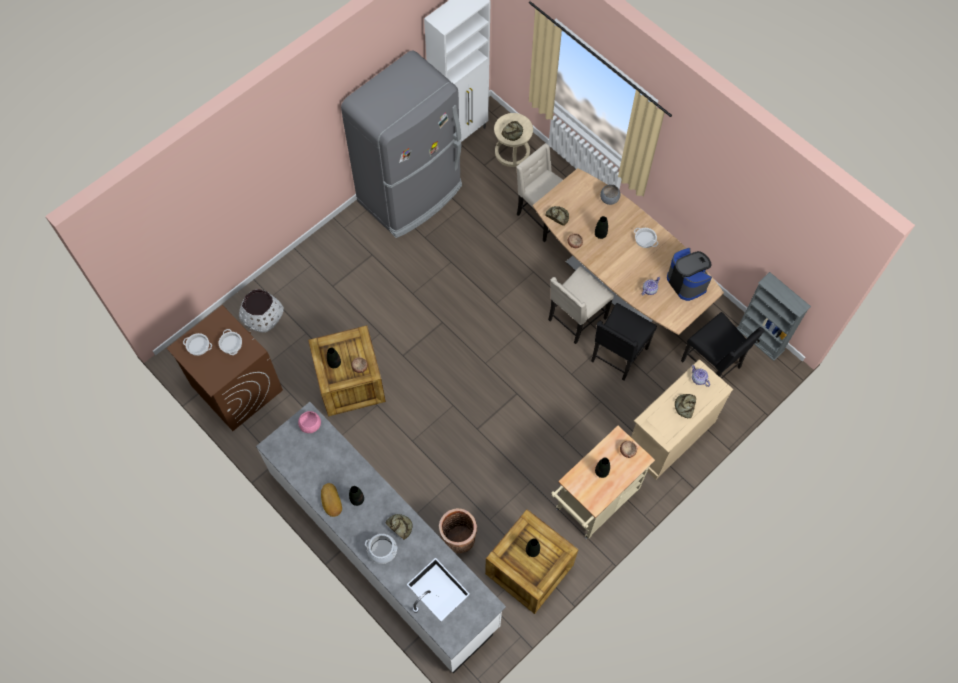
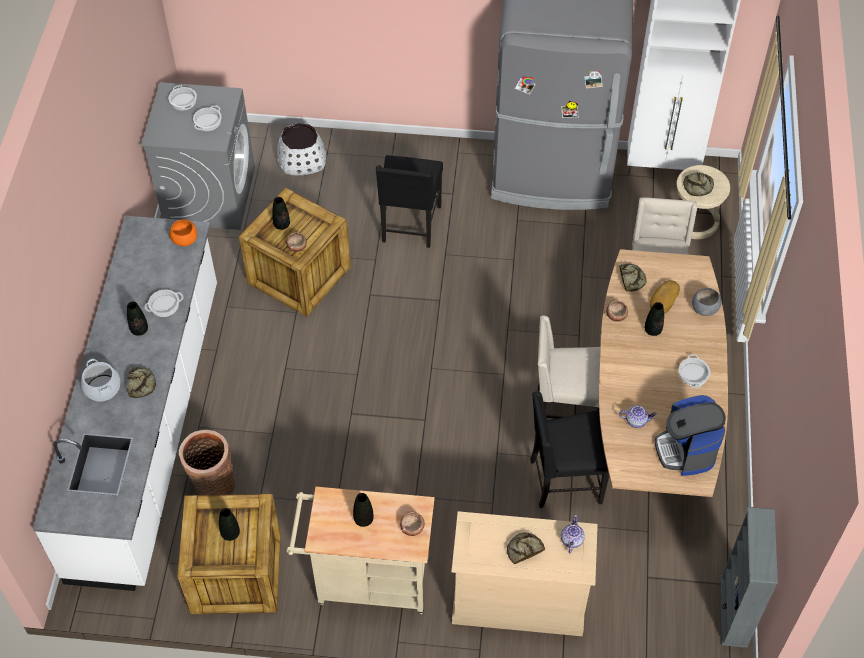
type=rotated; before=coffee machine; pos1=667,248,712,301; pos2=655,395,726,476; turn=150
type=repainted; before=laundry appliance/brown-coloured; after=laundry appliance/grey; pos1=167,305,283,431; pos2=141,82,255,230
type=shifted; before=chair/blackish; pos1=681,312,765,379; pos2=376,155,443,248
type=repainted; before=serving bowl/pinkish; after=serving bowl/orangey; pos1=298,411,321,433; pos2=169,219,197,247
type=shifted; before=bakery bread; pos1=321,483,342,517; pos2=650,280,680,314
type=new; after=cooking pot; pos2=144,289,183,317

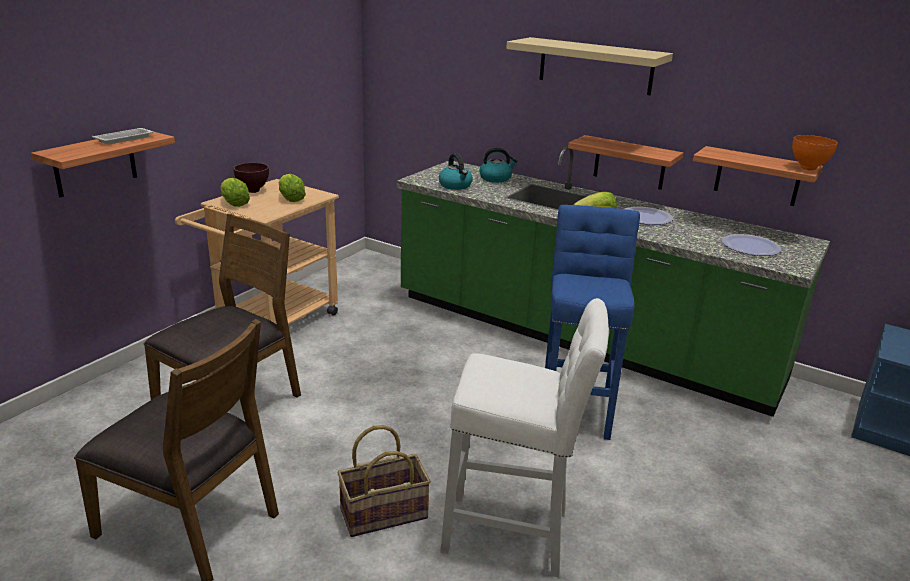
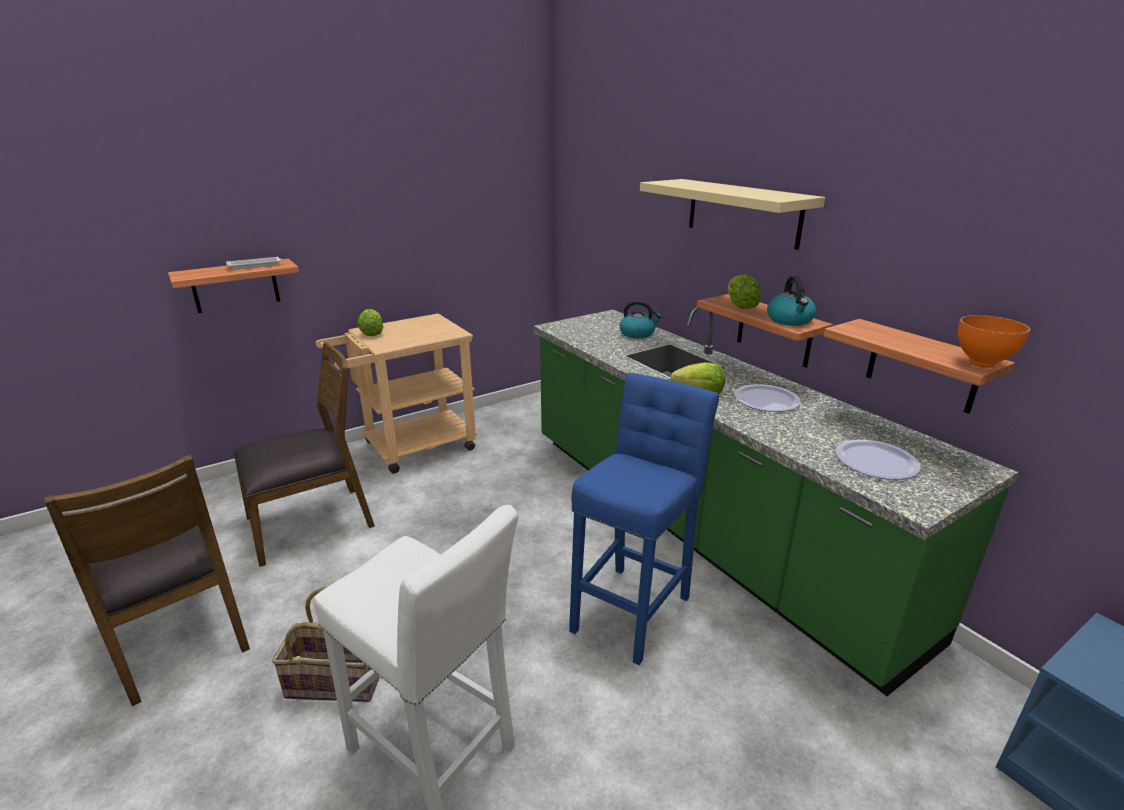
type=shifted; before=tea kettle; pos1=439,153,473,190; pos2=767,276,816,326
type=gone; before=serving bowl/brown-coloured; pos1=234,163,269,193
type=shifted; before=head of lettuce; pos1=279,174,306,202; pos2=728,274,761,309

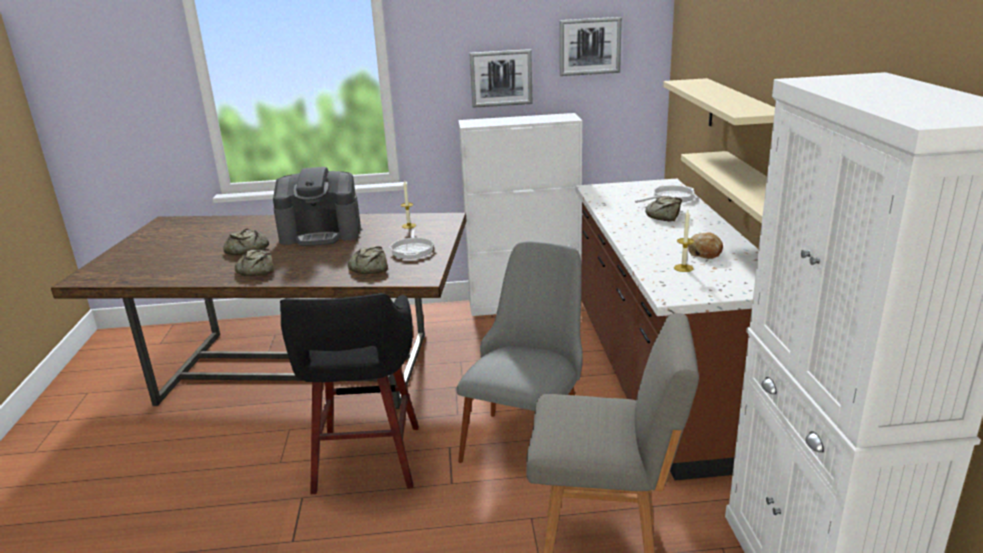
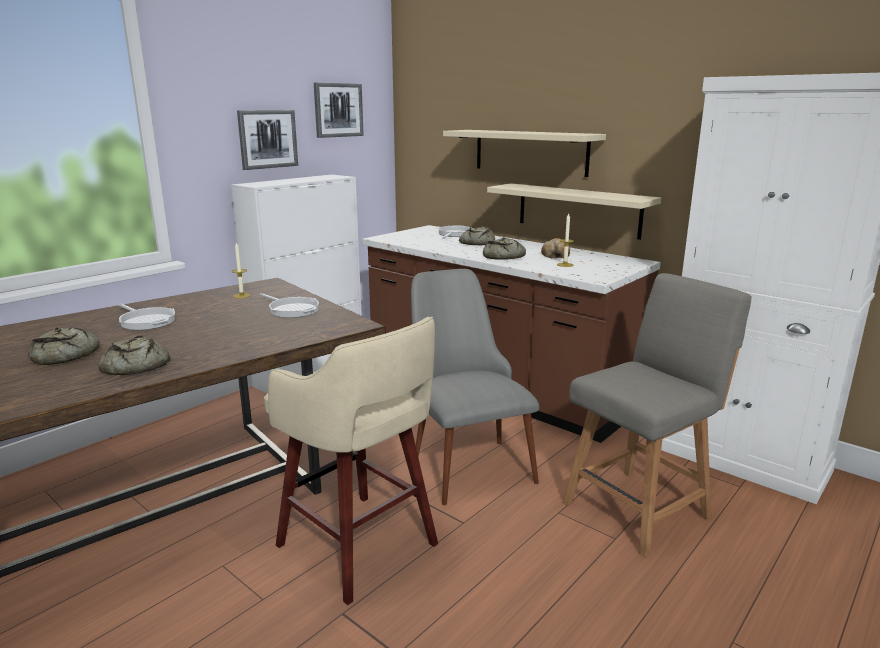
type=swapped; before=coffee machine; after=pan; pos1=273,167,361,246; pos2=118,303,175,330
type=shifted; before=bakery bread; pos1=348,246,387,274; pos2=483,237,526,260
type=repainted; before=stool/blackish; after=stool/sand-coloured; pos1=280,293,419,494; pos2=264,317,438,605

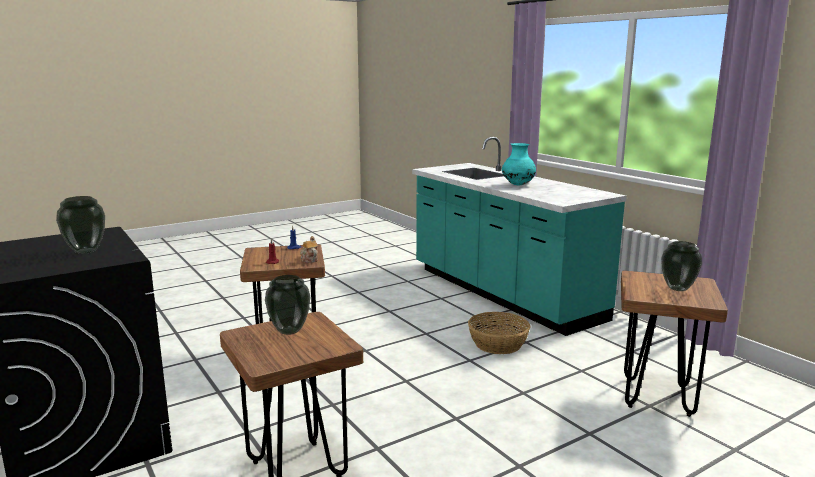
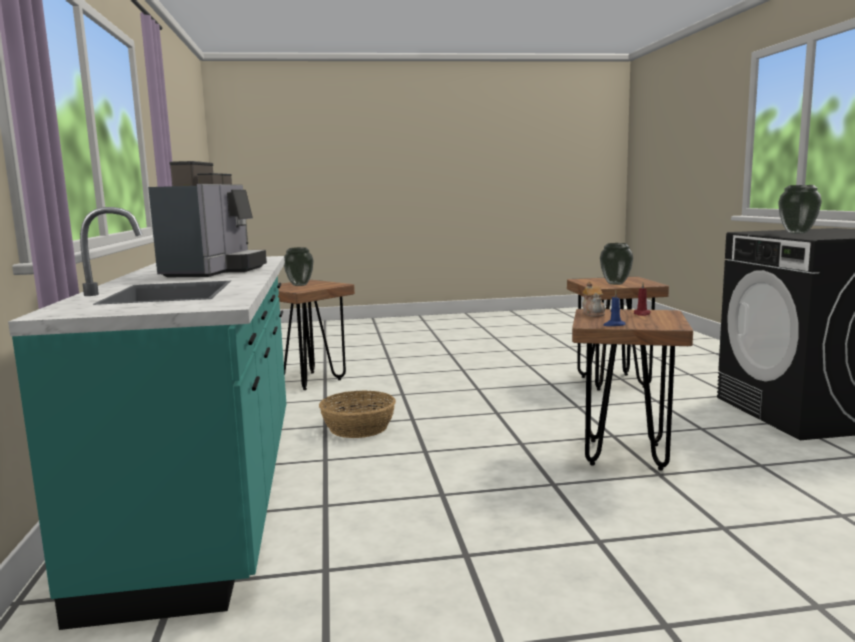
type=swapped; before=flower vase/turquoise; after=coffee machine; pos1=502,143,536,185; pos2=148,161,267,277

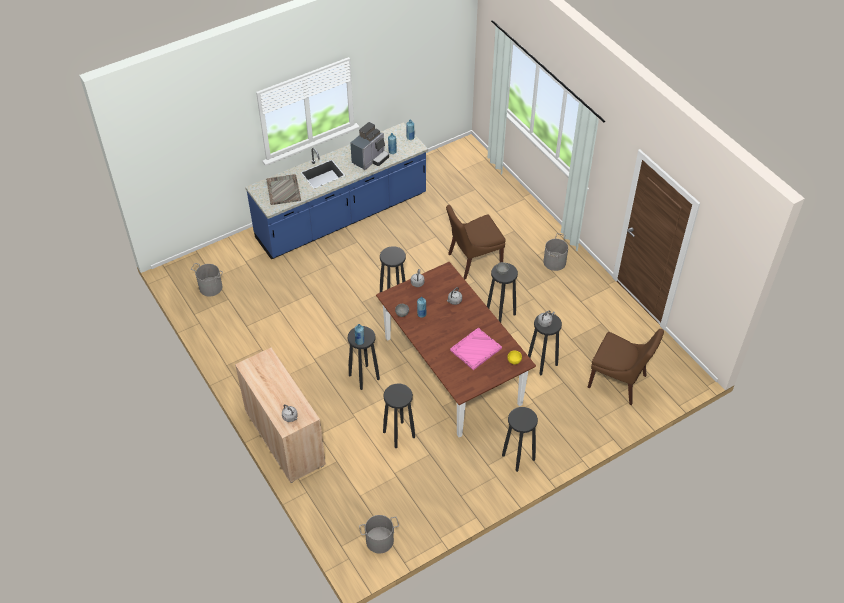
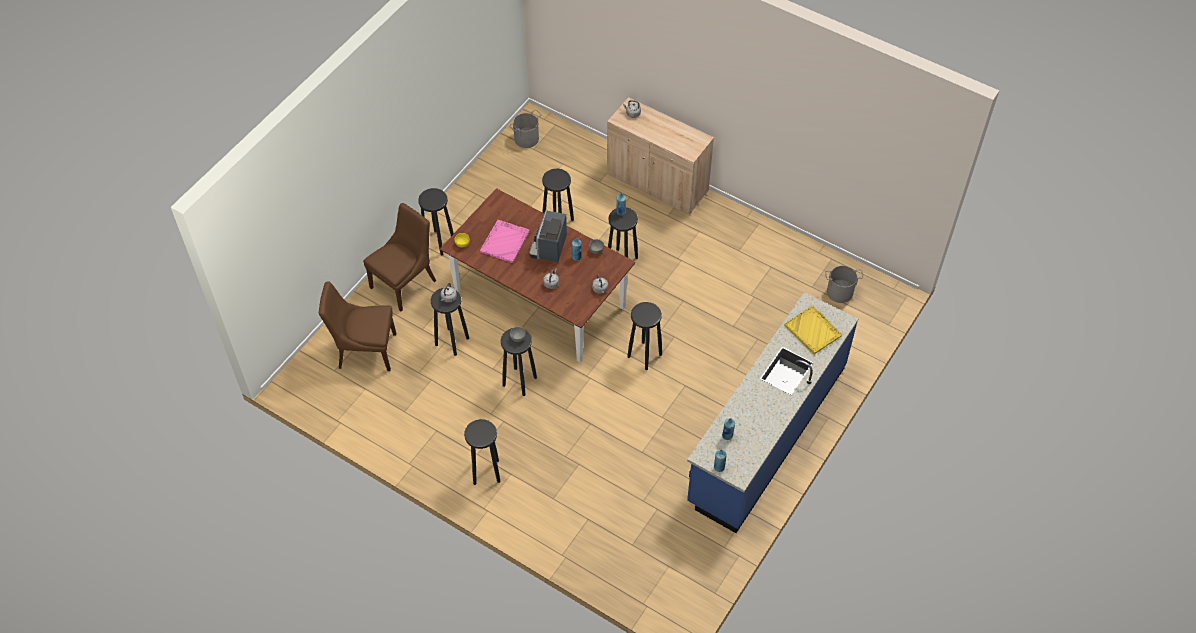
type=shifted; before=coffee machine; pos1=350,122,389,170; pos2=529,210,567,262
type=repainted; before=tray/grey; after=tray/yellow; pos1=266,174,301,205; pos2=784,305,842,354
type=shifted; before=chair/brown-coloured; pos1=446,205,506,280; pos2=363,203,436,311
type=swapped; before=bucket/grey; after=stool/blackish; pos1=543,233,568,271; pos2=464,419,500,485

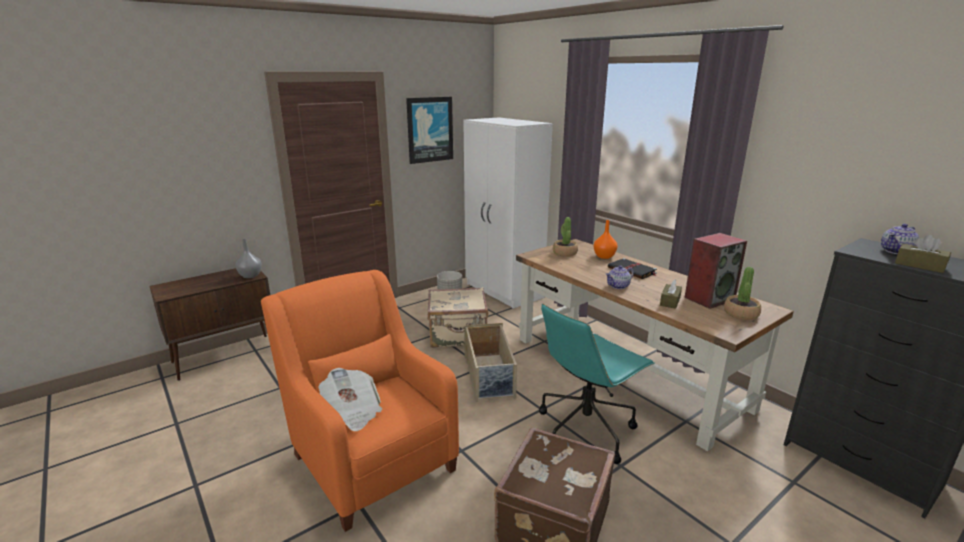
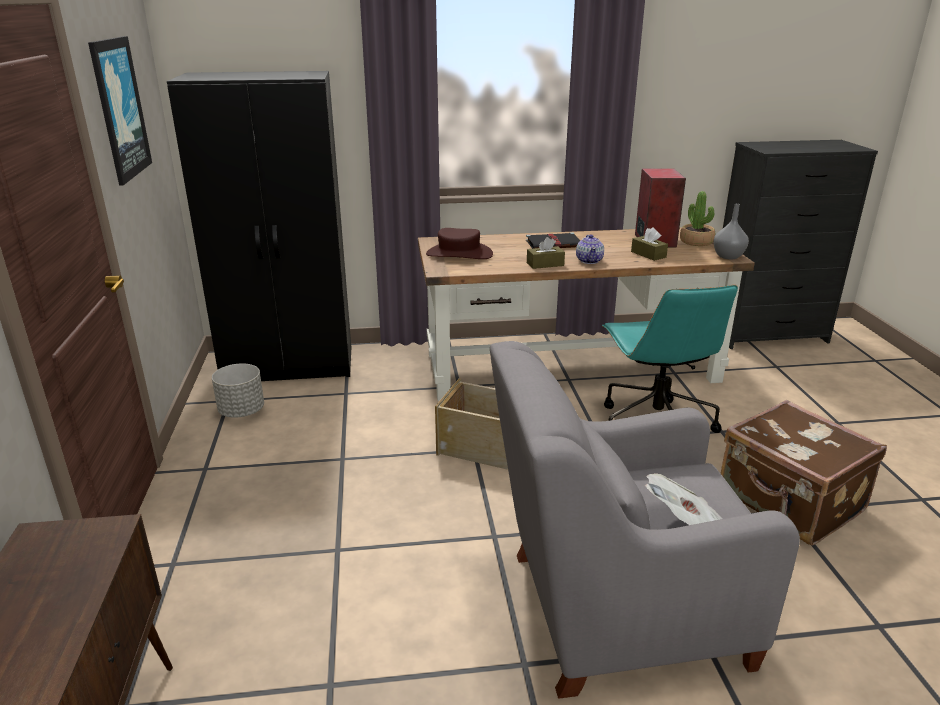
type=repainted; before=clothes cupboard/white-coloured; after=clothes cupboard/blackish; pos1=463,117,553,309; pos2=167,71,351,381
type=swapped; before=houseplant; after=clothing hat/brown-coloured; pos1=553,217,578,256; pos2=426,228,493,259
type=gone; before=flower vase/orangey; pos1=593,220,617,259
type=gone; before=tea pot; pos1=881,224,919,254
type=shifted; before=tissue holder/brown-coloured; pos1=895,235,951,273; pos2=527,237,565,269
type=shifted; before=flower vase/grey; pos1=235,239,262,278; pos2=713,204,749,260
type=repainted; before=armchair/orangey; after=armchair/grey; pos1=261,270,459,532; pos2=490,341,800,699
type=gone; before=suitcase/sand-coloured; pos1=428,287,488,348

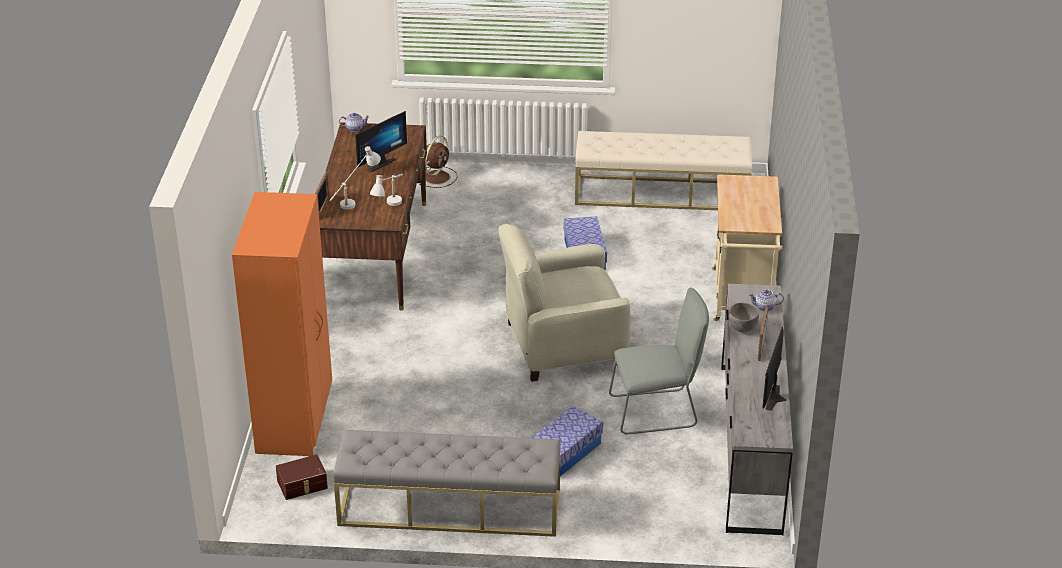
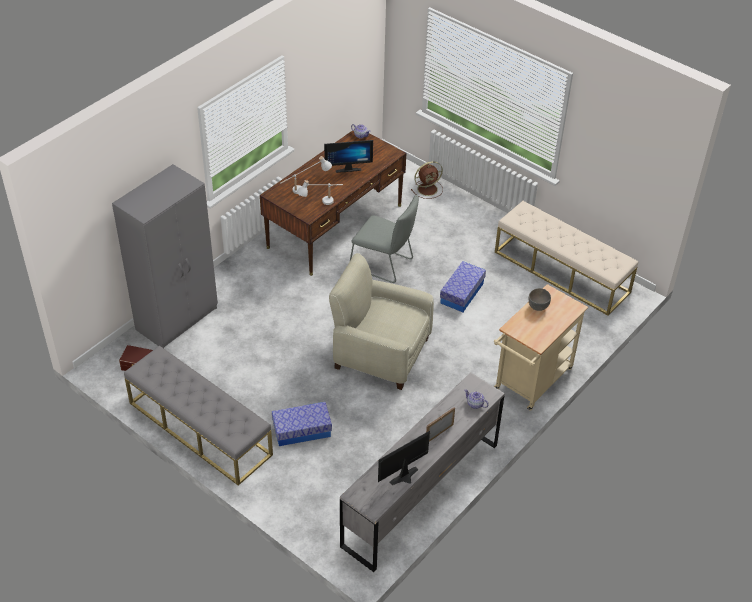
type=gone; before=picture frame; pos1=315,172,329,218
type=repainted; before=clothes cupboard/orangey; after=clothes cupboard/grey; pos1=232,192,332,456; pos2=112,164,218,348
type=shifted; before=chair/grey; pos1=609,288,709,435; pos2=350,195,419,283
type=shifted; before=serving bowl/grey; pos1=729,303,759,332; pos2=529,288,551,311

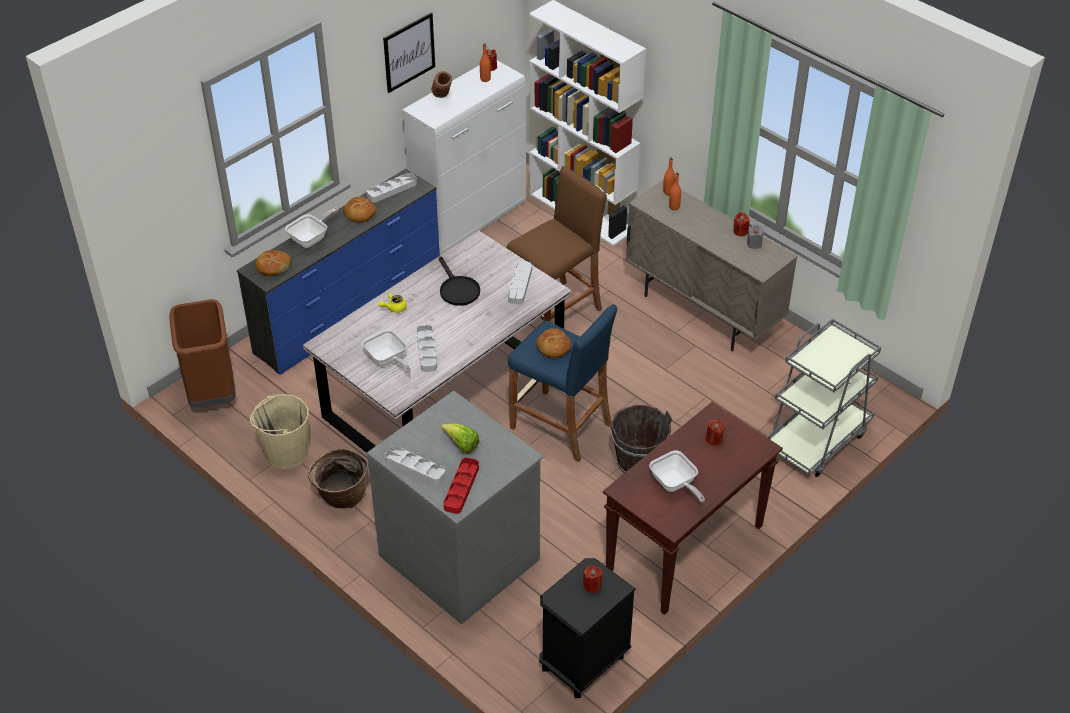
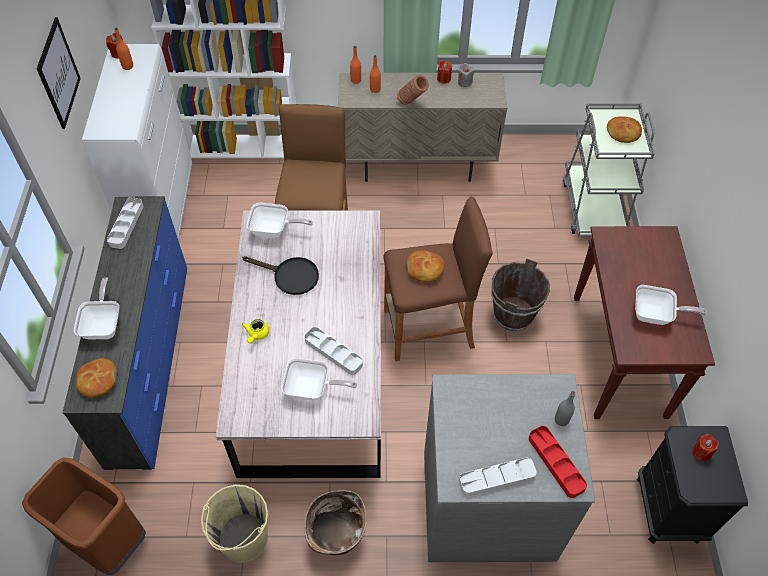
type=shifted; before=flower vase/brown-coloured; pos1=431,71,452,98; pos2=397,75,429,105
type=shifted; before=bakery bread; pos1=343,196,376,223; pos2=607,116,642,143
type=gone; before=tray/grey; pos1=508,261,532,305
type=repainted; before=stool/bluish; after=stool/brown-coloured; pos1=508,304,617,462; pos2=384,197,493,361
type=gone; before=wax light/reddish; pos1=706,420,725,446
type=gone; before=head of lettuce; pos1=441,423,479,453
type=new; after=pan; pos2=247,203,313,238
type=new; after=drink bottle/grey; pos2=555,391,575,426

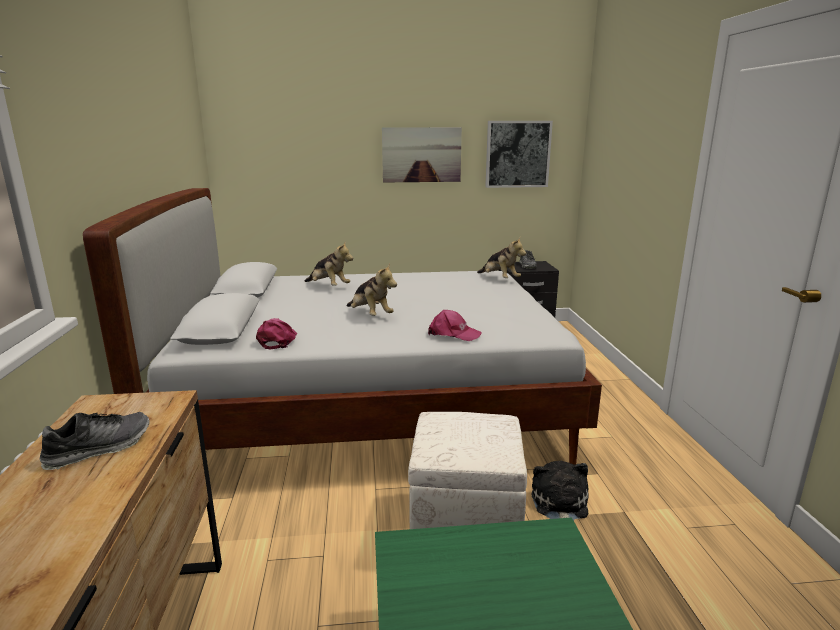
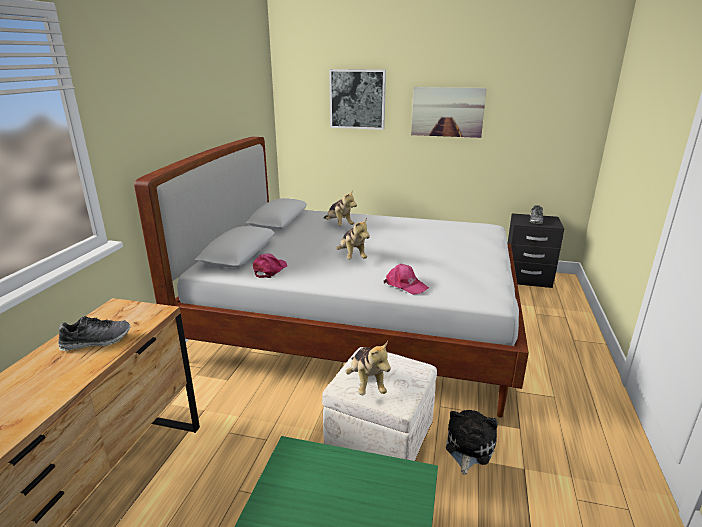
type=shifted; before=picture; pos1=485,121,553,188; pos2=329,69,386,130
type=shifted; before=soft toy; pos1=477,237,526,278; pos2=345,341,391,395

